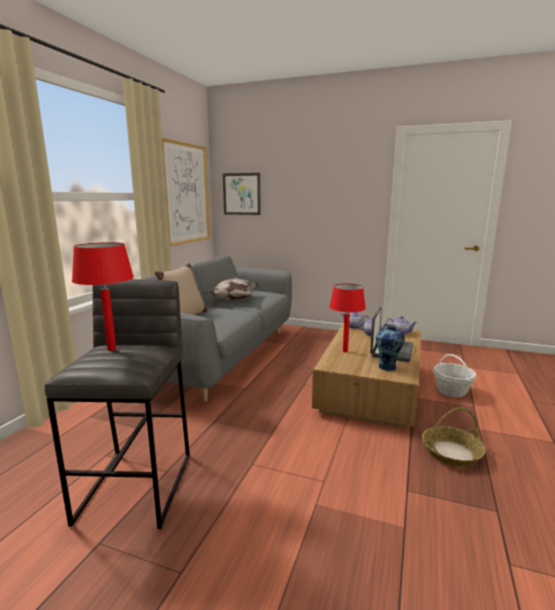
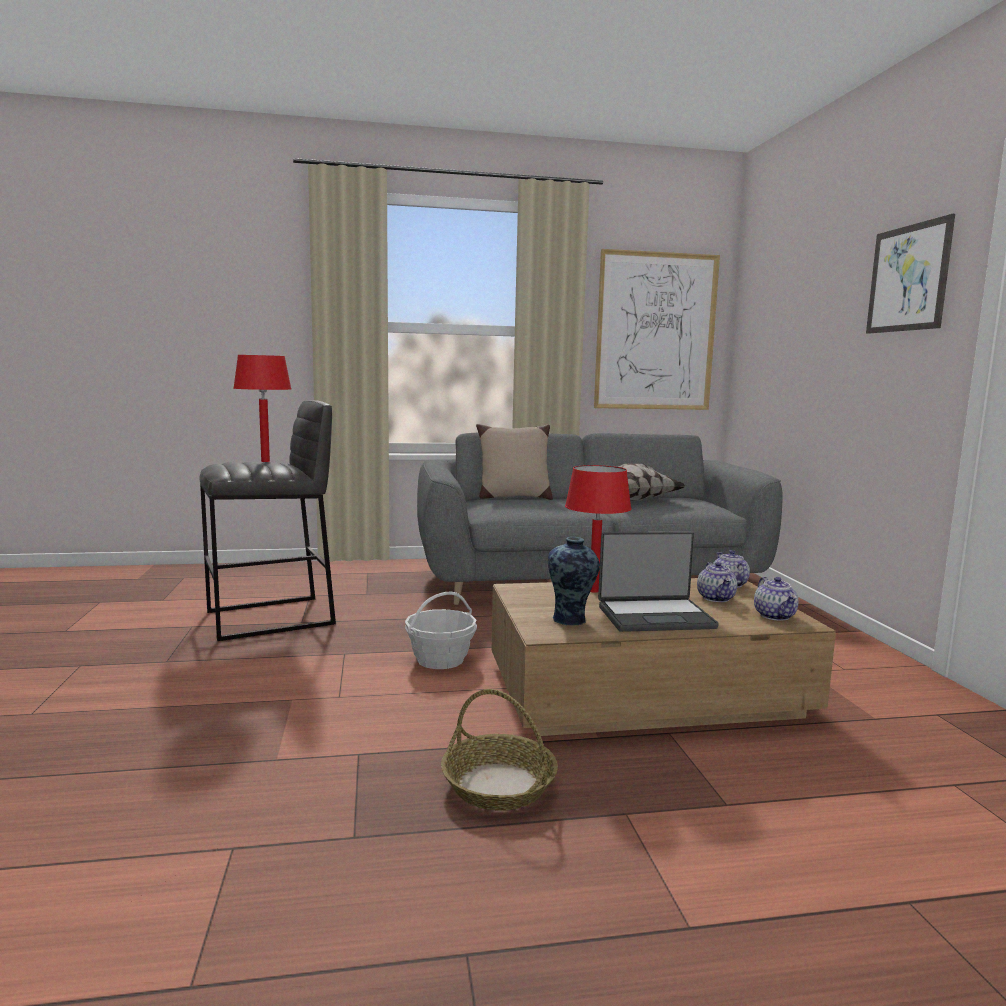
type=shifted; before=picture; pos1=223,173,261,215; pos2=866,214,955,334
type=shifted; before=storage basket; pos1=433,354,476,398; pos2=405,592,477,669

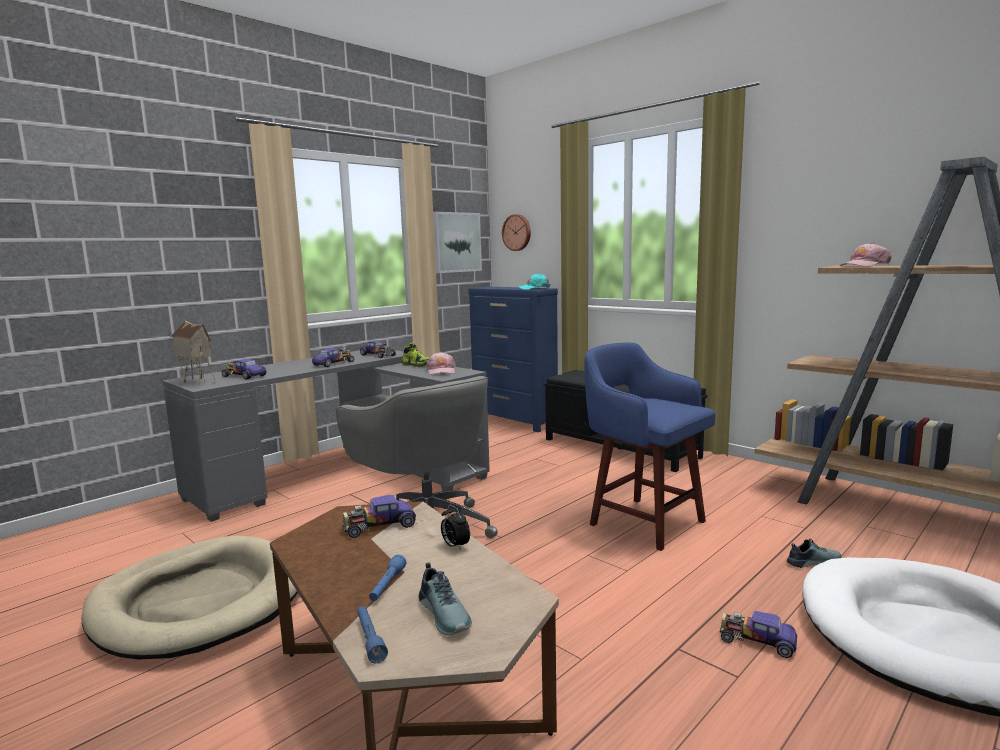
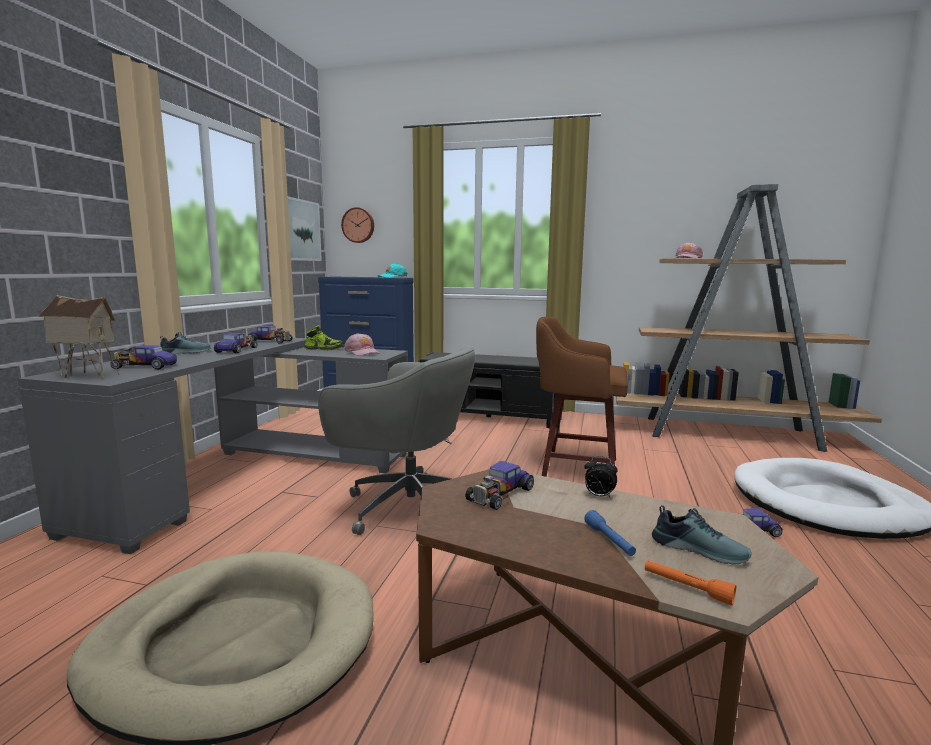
type=repainted; before=stool/bluish; after=stool/brown-coloured; pos1=584,343,716,551; pos2=536,317,628,477
type=shifted; before=low shoe; pos1=787,538,841,568; pos2=160,332,211,355
type=repainted; before=flashlight/bluish; after=flashlight/orangey; pos1=357,606,388,663; pos2=645,560,736,606

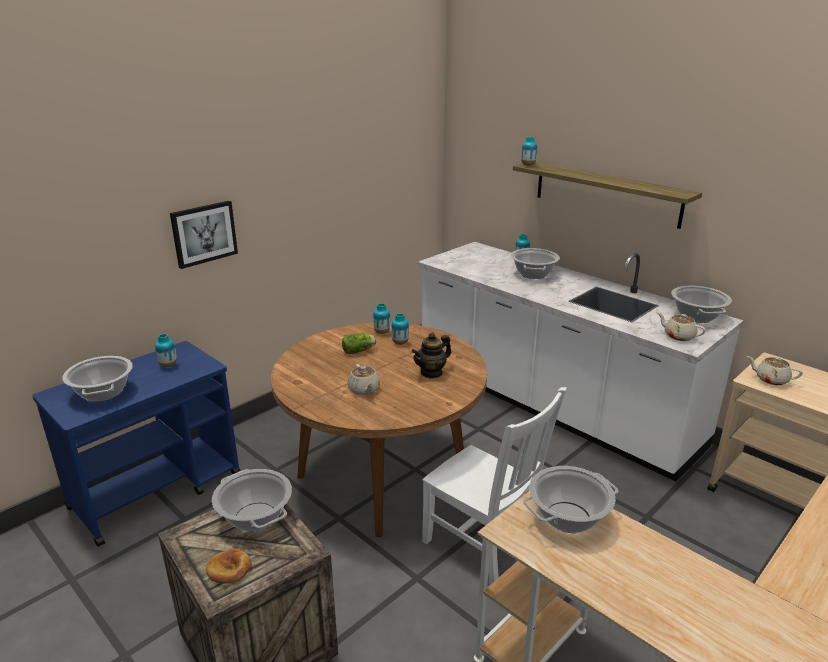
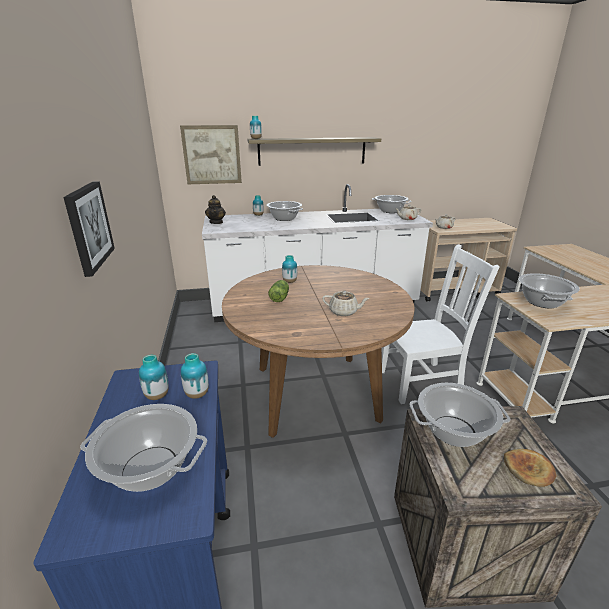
type=shifted; before=flower vase; pos1=373,303,390,334; pos2=181,353,209,399
type=shifted; before=tea pot; pos1=412,333,451,379; pos2=205,195,226,224
type=new; after=picture; pos2=180,125,242,184

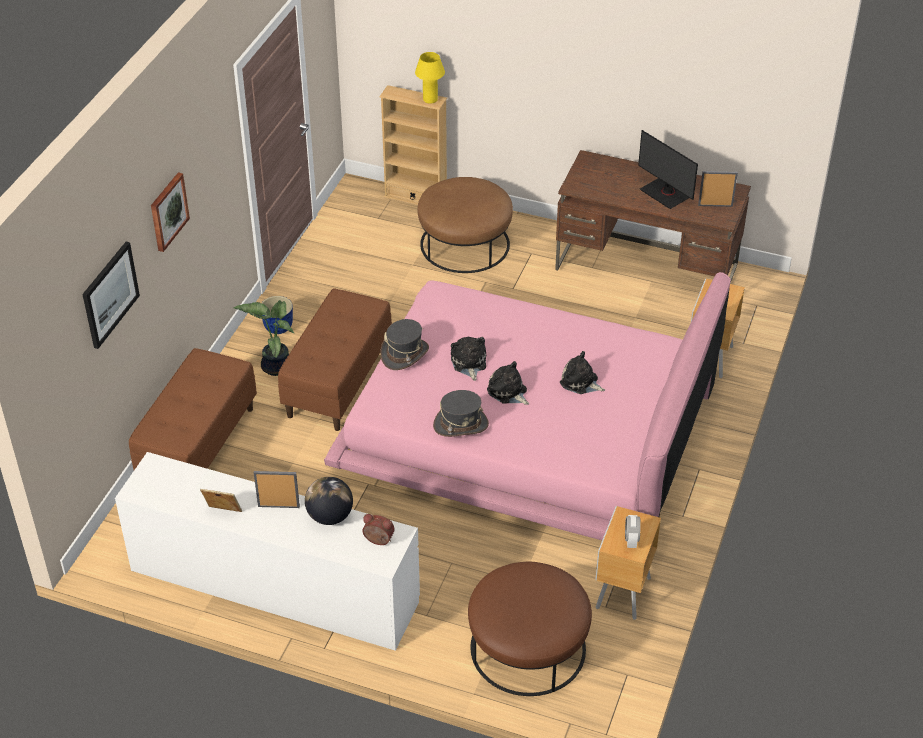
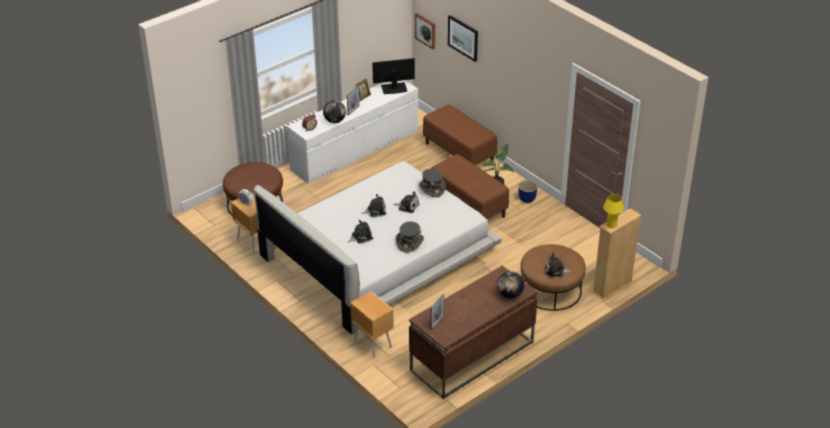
type=shifted; before=monitor; pos1=638,130,698,209; pos2=372,58,415,94
type=shifted; before=picture; pos1=151,172,190,252; pos2=415,13,435,49
type=repainted; before=bed/pinkish; after=bed/white-coloured; pos1=324,272,731,540; pos2=254,161,502,335
type=shifted; before=clothing hat/grey; pos1=433,390,489,437; pos2=396,221,424,252
type=new; after=soft toy; pos2=545,252,572,277
type=new; after=globe; pos2=497,271,524,299

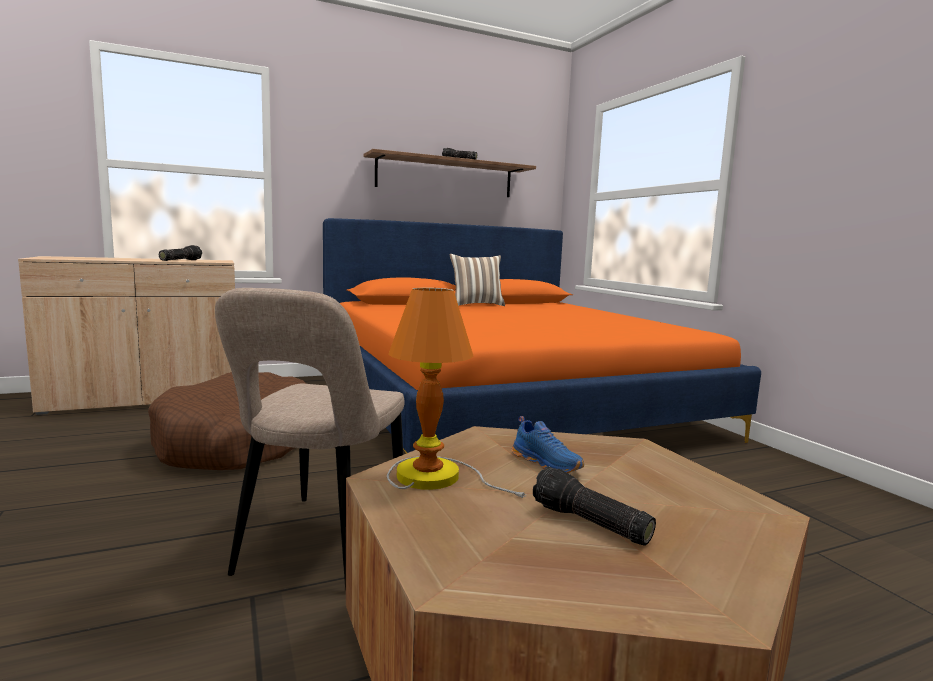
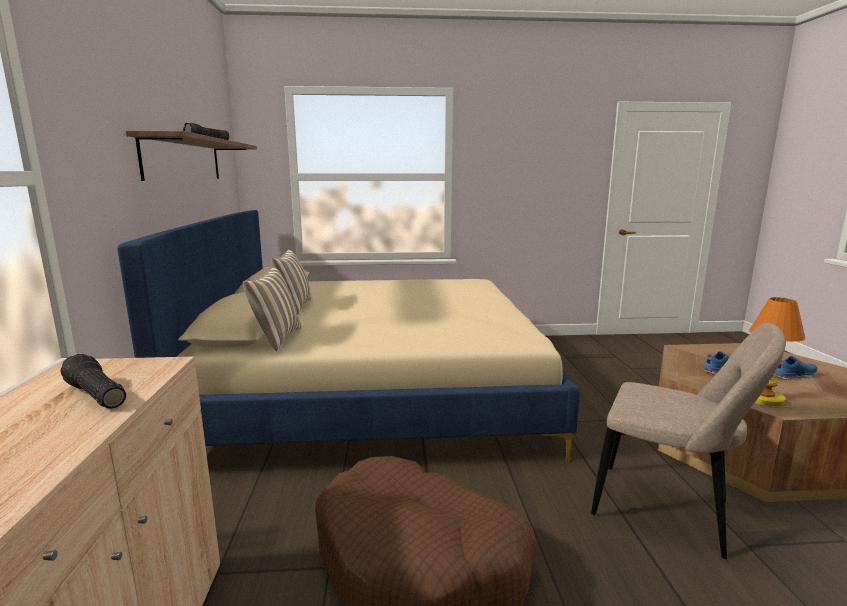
type=repainted; before=bed/orangey; after=bed/sand-coloured; pos1=323,218,761,454; pos2=117,210,580,461
type=swapped; before=flashlight; after=low shoe/bluish; pos1=533,466,656,546; pos2=773,356,817,380
type=new; after=pillow; pos2=243,266,301,351

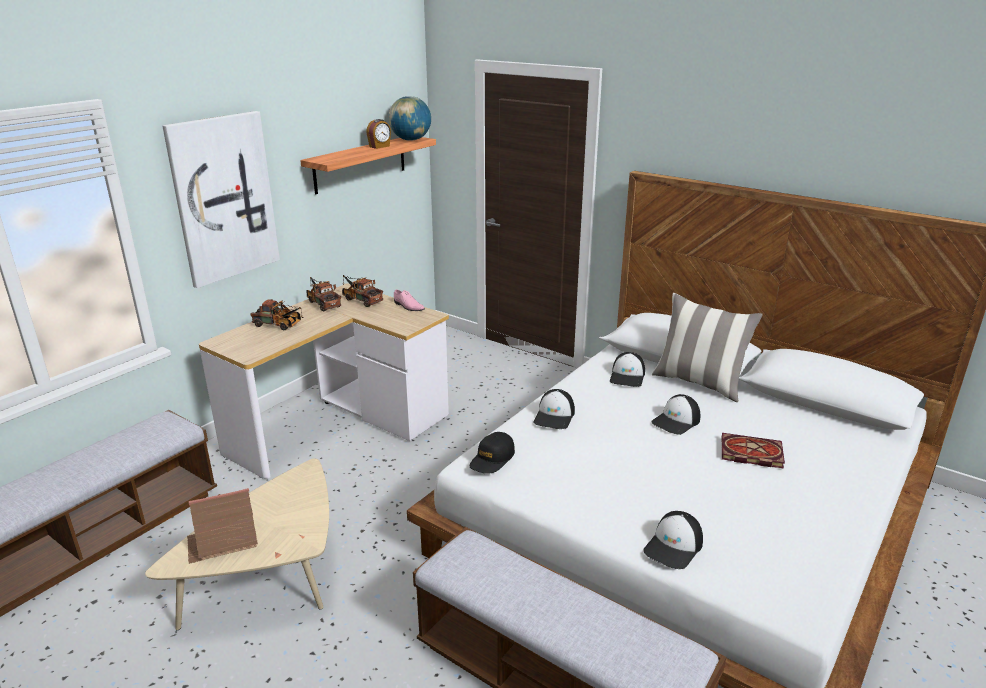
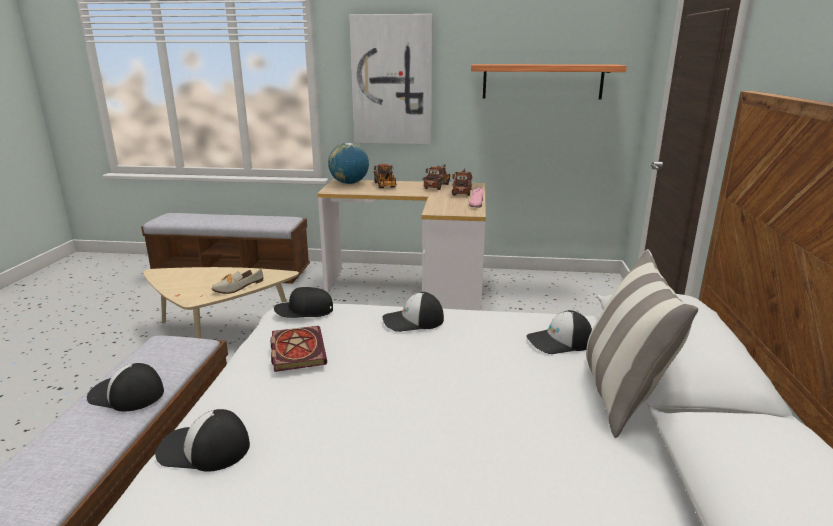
type=shifted; before=globe; pos1=389,96,431,141; pos2=328,143,369,184
type=gone; before=bedside clock; pos1=366,119,391,149
type=shifted; before=cap; pos1=651,394,700,435; pos2=87,363,164,412
type=shifted; before=bound book; pos1=722,433,785,469; pos2=271,326,327,372
type=gone; before=toy house; pos1=187,488,258,564
type=new; after=low shoe; pos2=211,268,264,294

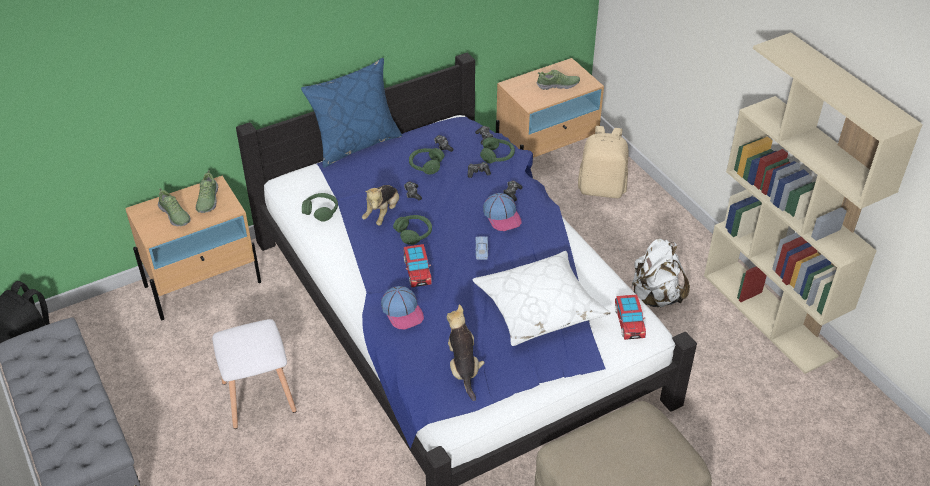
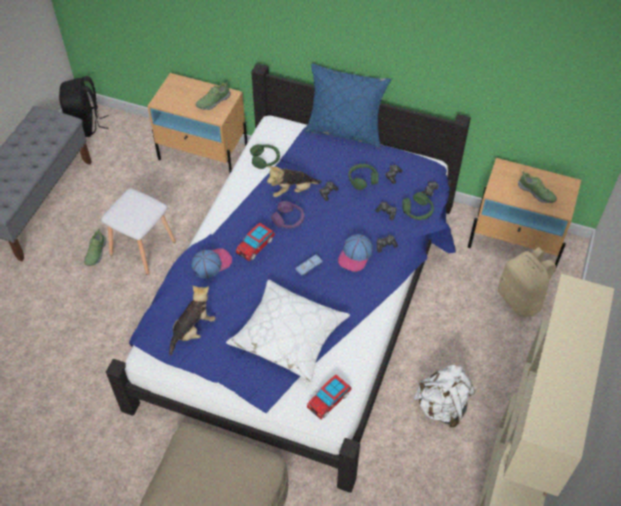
type=shifted; before=low shoe; pos1=158,188,191,226; pos2=84,229,106,266
type=repainted; before=pair of headphones/greenish; after=pair of headphones/purple-coloured; pos1=393,215,432,245; pos2=271,201,305,228
type=rotated; before=cap; pos1=381,286,424,330; pos2=191,248,232,279; turn=-150

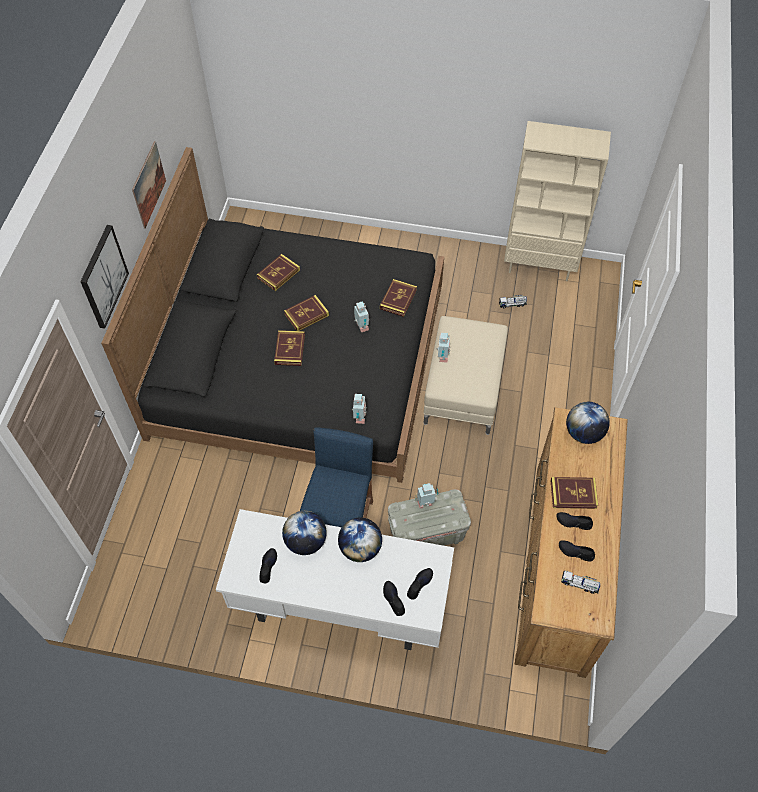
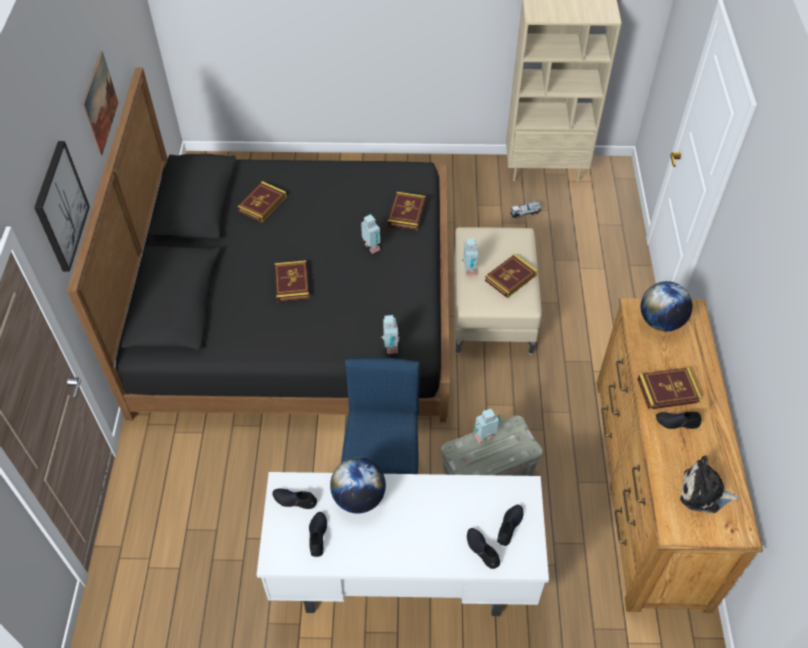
type=shifted; before=bound book; pos1=284,295,329,331; pos2=485,254,538,298
type=gone; before=globe; pos1=338,517,382,562
type=shifted; before=low shoe/blackish; pos1=559,540,595,562; pos2=272,488,317,509
type=swapped; before=toy truck; after=soft toy; pos1=561,570,600,594; pos2=680,455,740,513

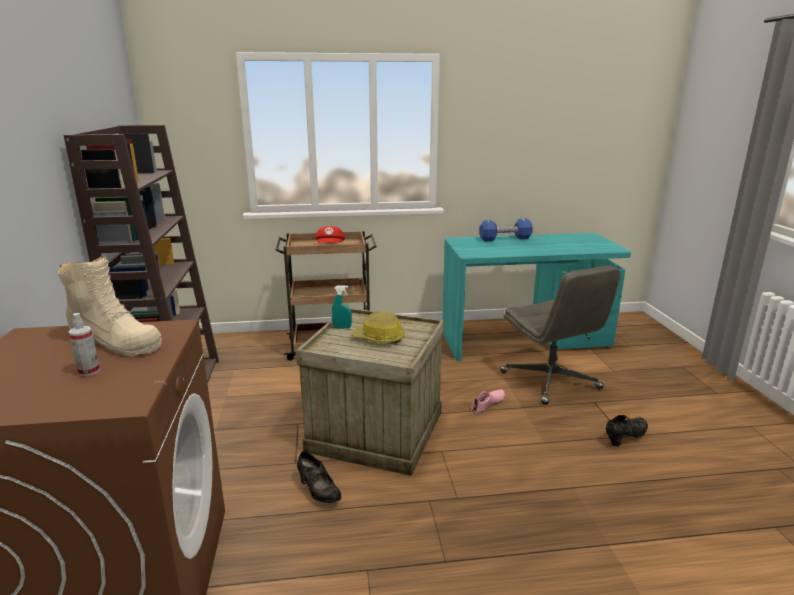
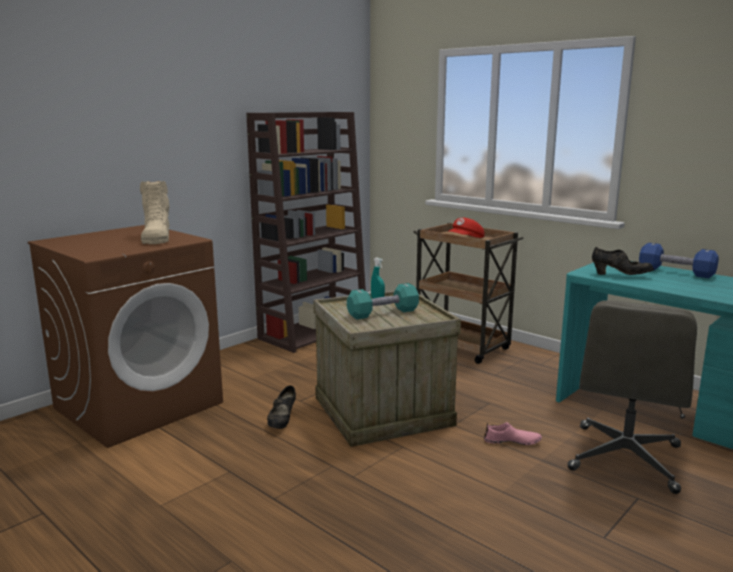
type=swapped; before=hard hat; after=hand weight/turquoise; pos1=351,311,405,344; pos2=347,283,419,320
type=gone; before=hand sprayer; pos1=68,313,100,376
type=shifted; before=low shoe/blackish; pos1=606,415,648,446; pos2=592,247,654,275

